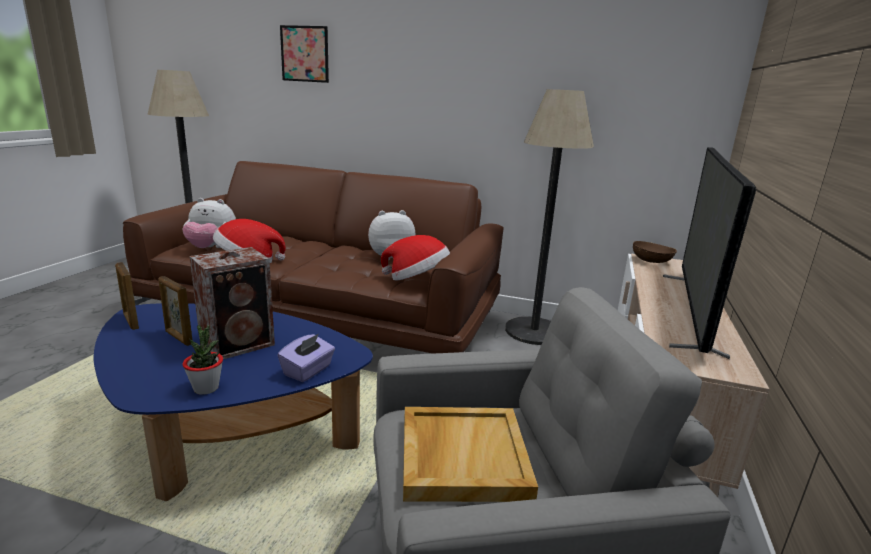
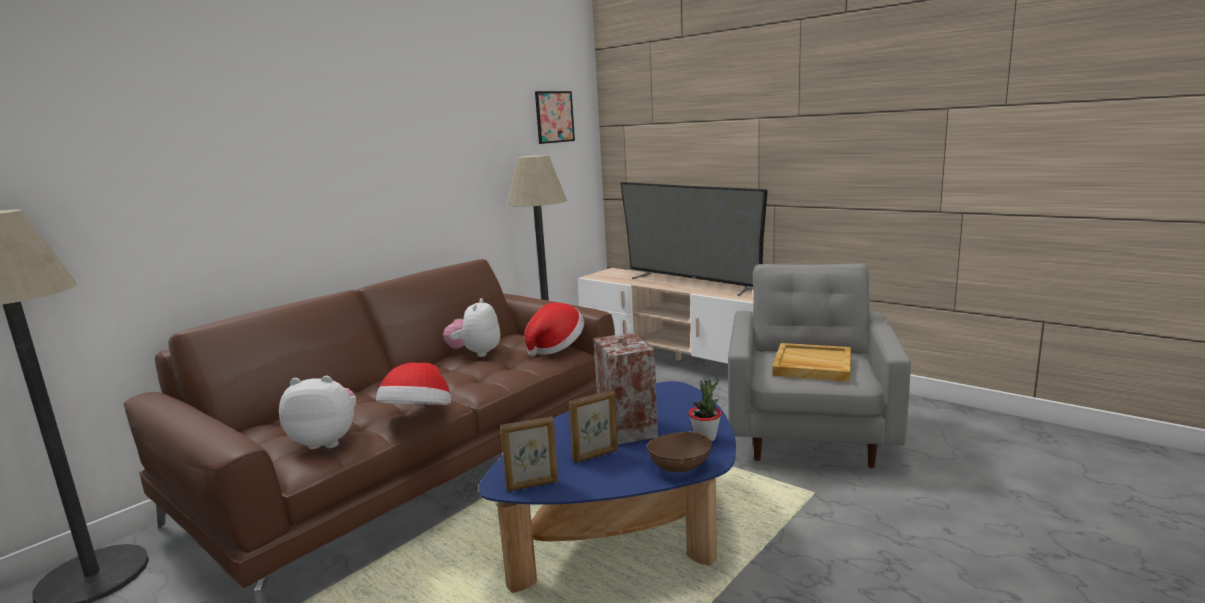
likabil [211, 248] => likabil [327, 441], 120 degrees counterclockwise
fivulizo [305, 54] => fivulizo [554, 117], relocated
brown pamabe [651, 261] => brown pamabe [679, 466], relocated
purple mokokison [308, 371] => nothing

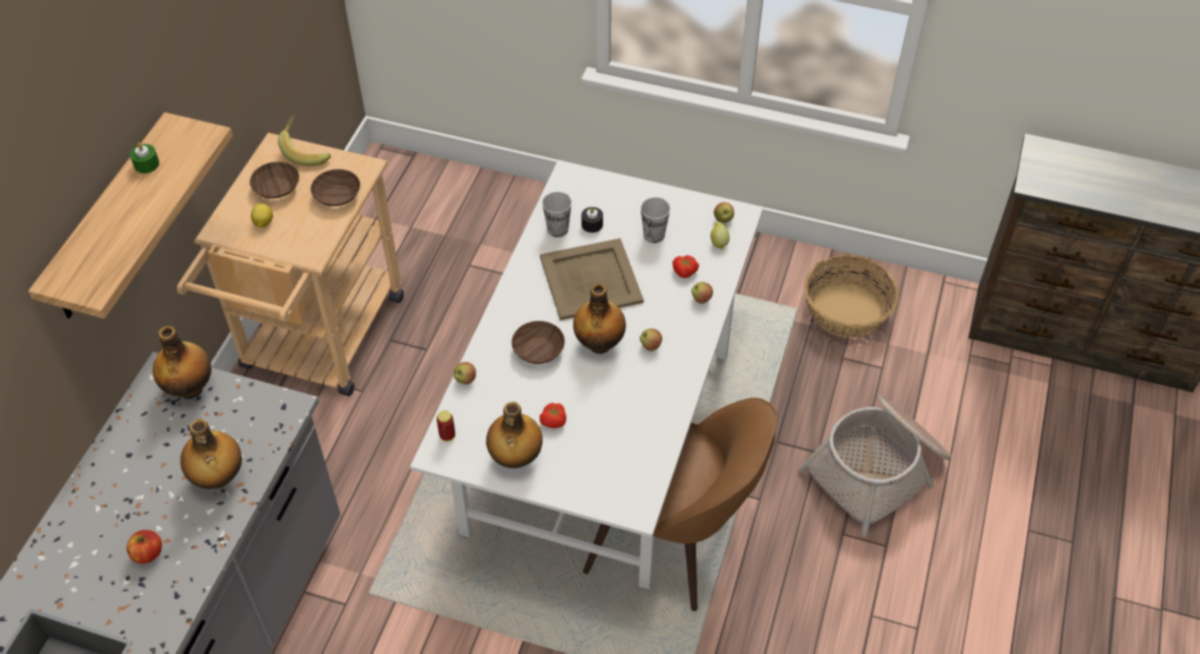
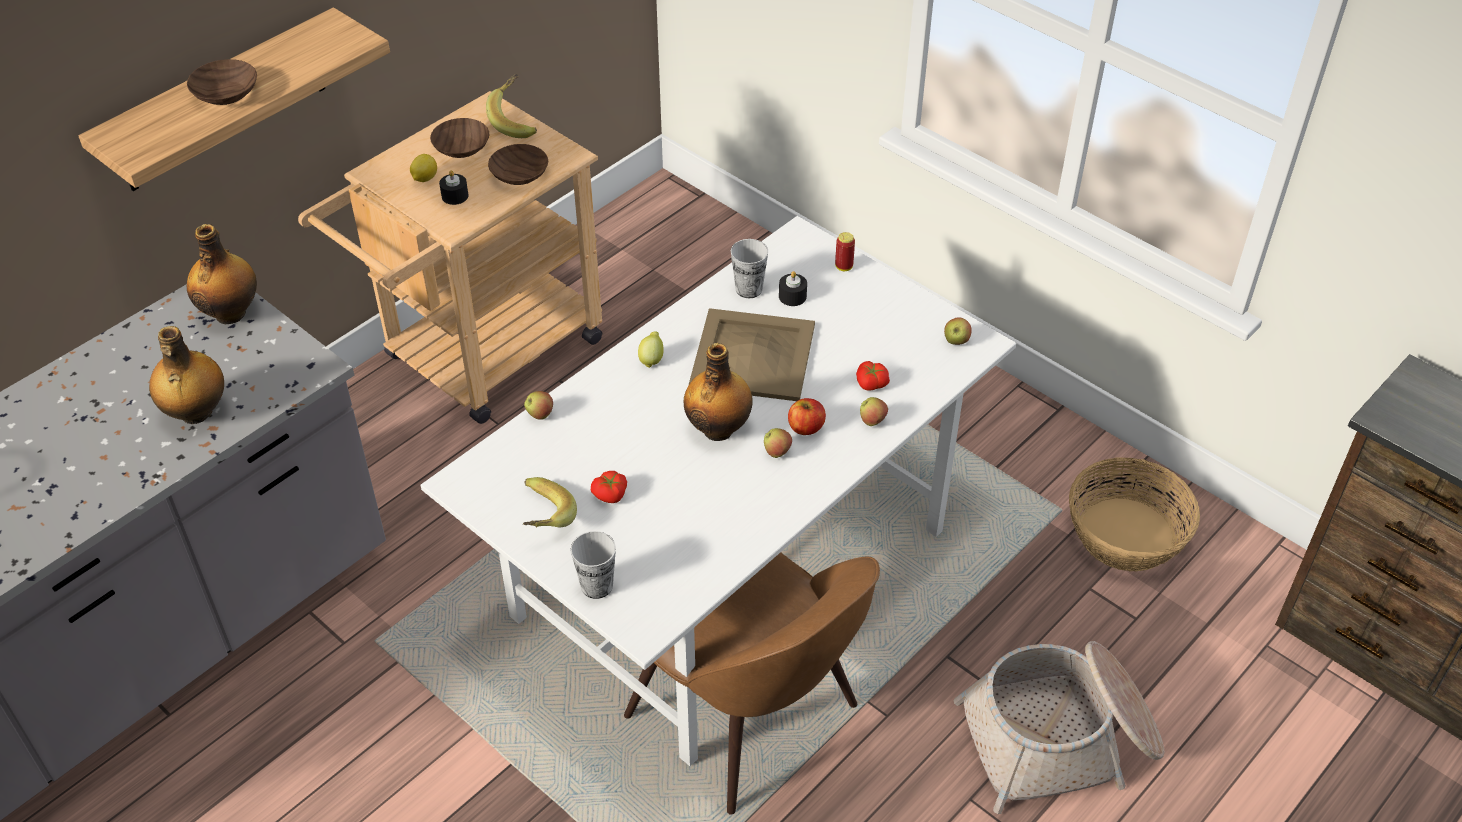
brown pamabe [539, 349] => brown pamabe [228, 93], relocated
nothing => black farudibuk [455, 196]
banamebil [515, 458] => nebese [540, 519]
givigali [654, 235] => givigali [596, 585], relocated
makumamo [719, 242] => makumamo [651, 359], relocated
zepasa [148, 553] => zepasa [806, 427], relocated
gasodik [447, 435] => gasodik [844, 267], relocated
green farudibuk [146, 164] => nothing

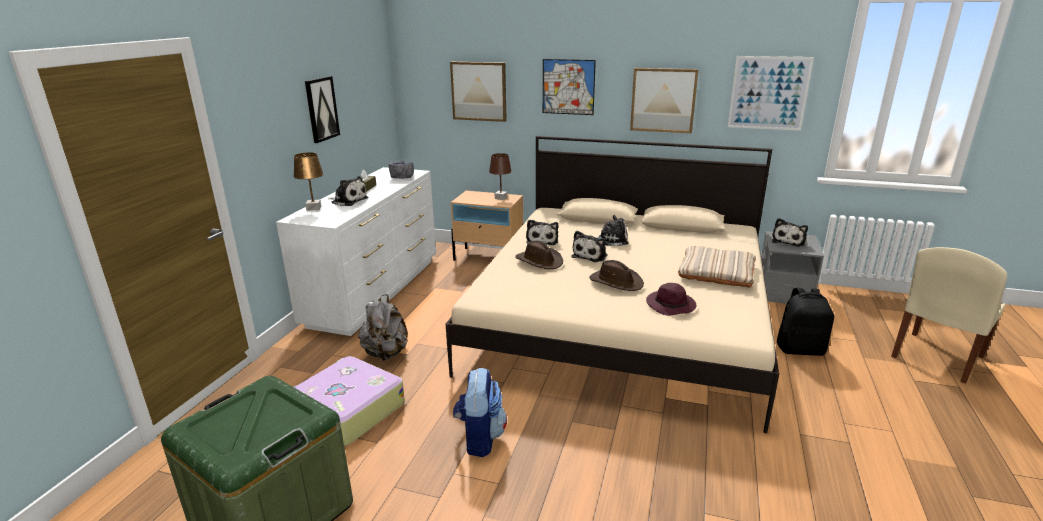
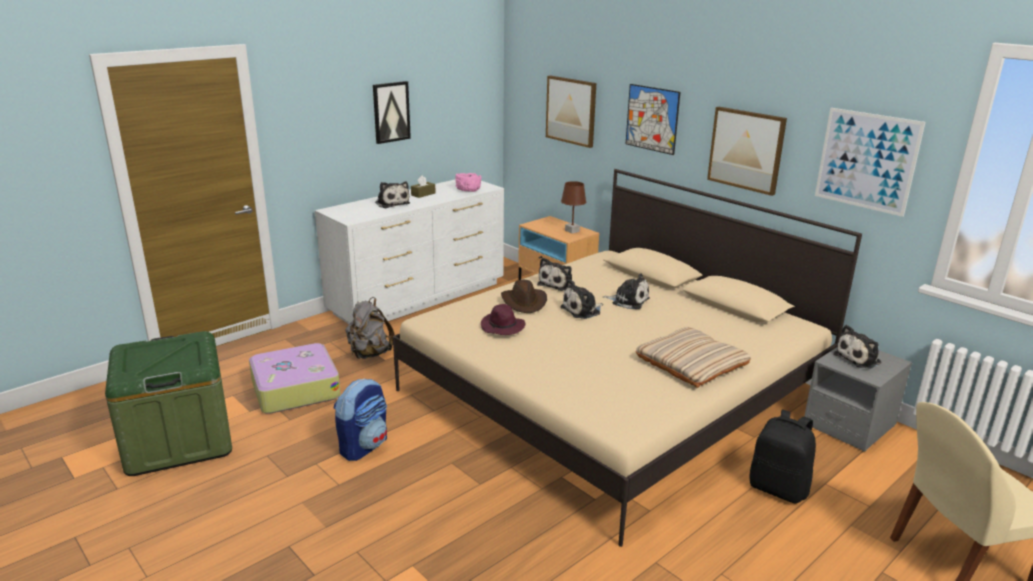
grey pamabe [402, 177] => pink pamabe [468, 190]
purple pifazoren [671, 306] => purple pifazoren [503, 327], relocated
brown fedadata [314, 208] => nothing
brown pifazoren [616, 282] => nothing

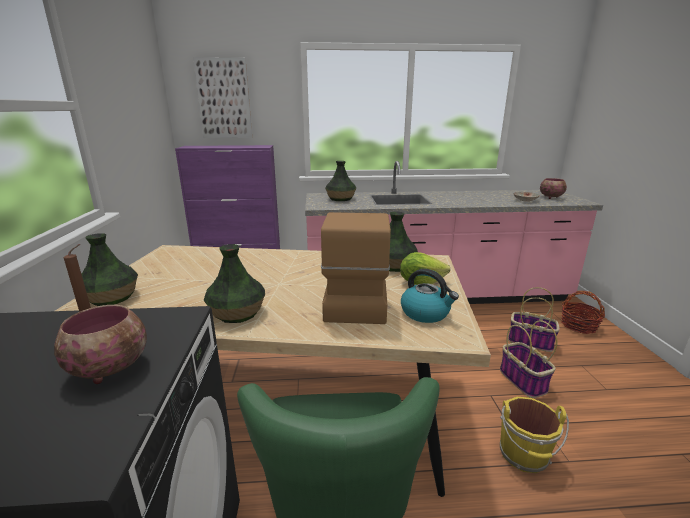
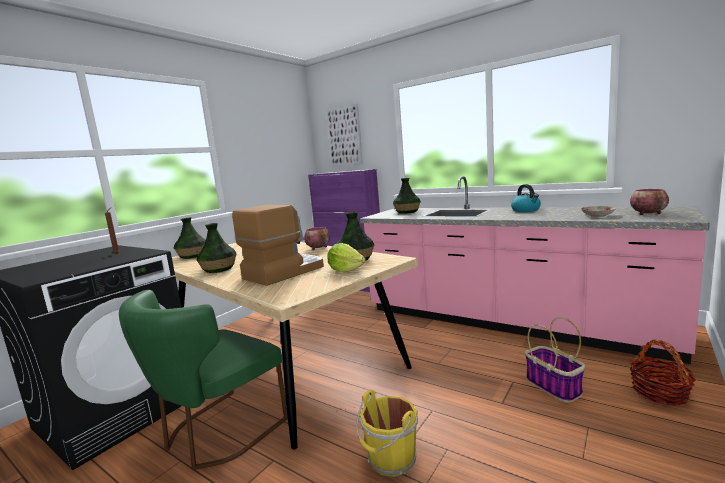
pamabe [112, 368] => pamabe [319, 248], relocated
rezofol [426, 313] => rezofol [526, 210], relocated
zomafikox [523, 381] => nothing

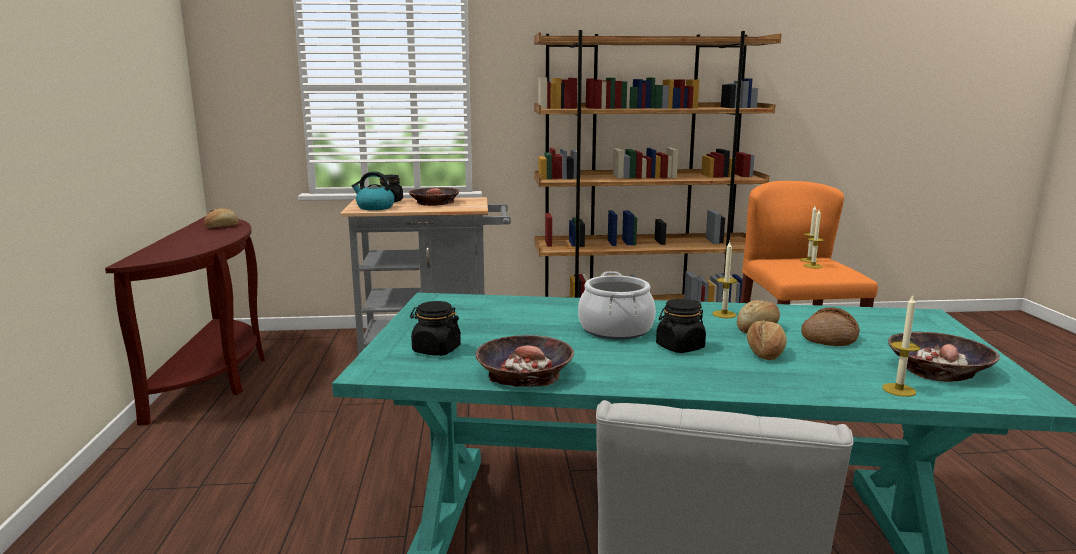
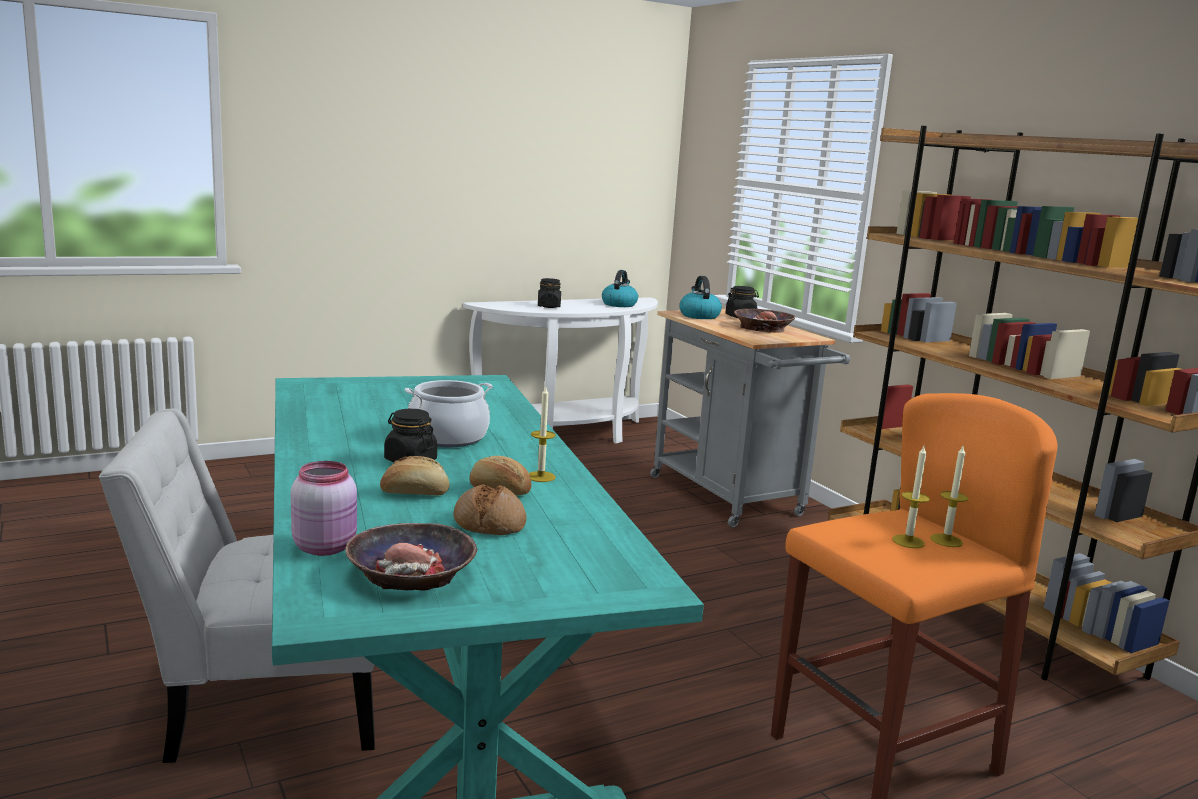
farudibuk [899, 390] => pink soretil [326, 547]
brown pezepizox [214, 377] => white pezepizox [567, 436]
black soretil [436, 350] => black soretil [549, 306], relocated
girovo [221, 226] => rezofol [619, 304]
pamabe [524, 372] => nothing

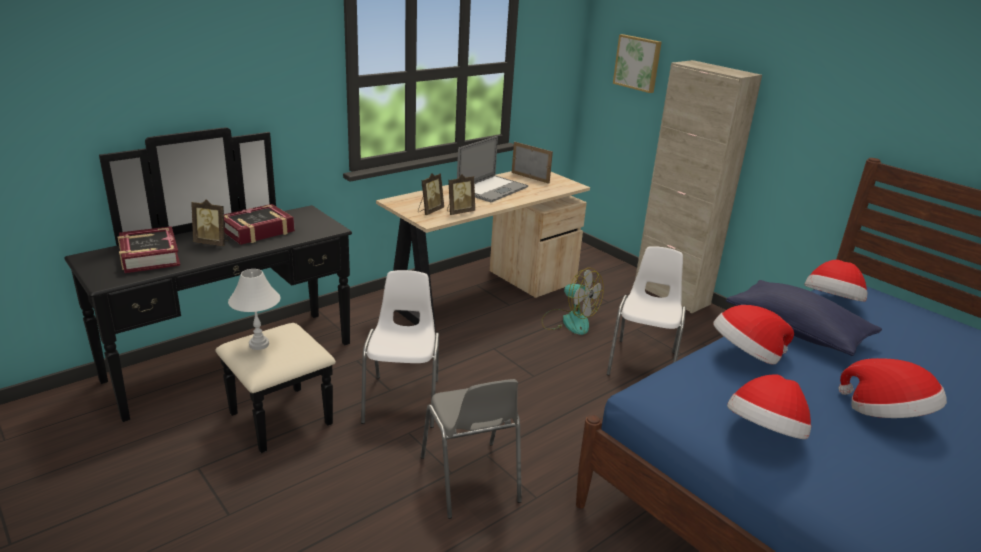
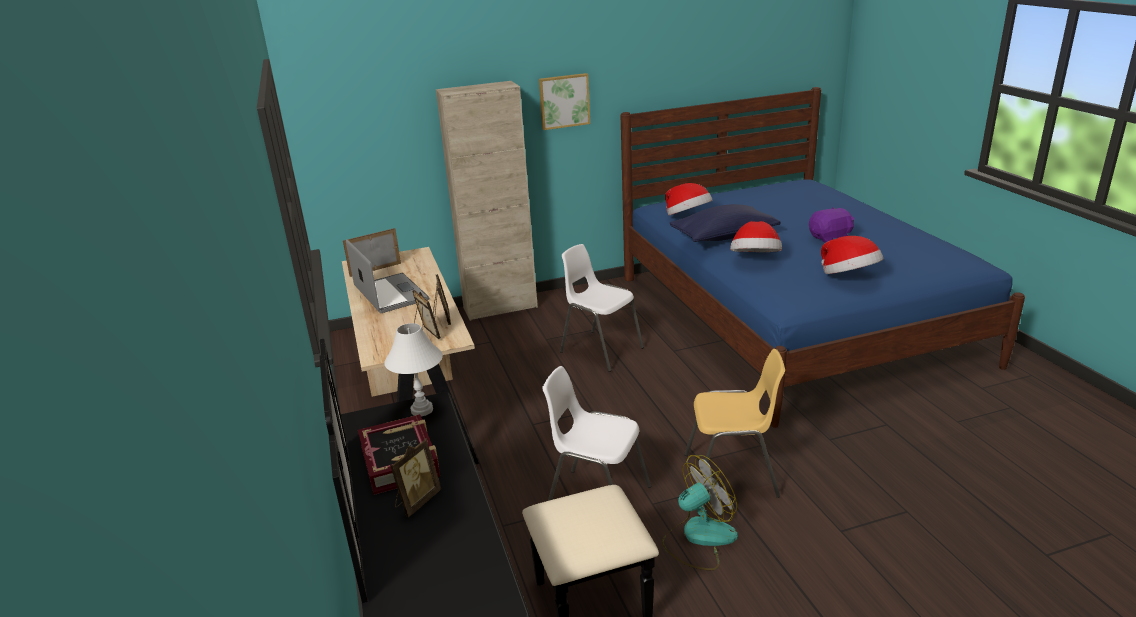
white fedadata [259, 344] => white fedadata [421, 410], relocated
fivulizo [638, 63] => fivulizo [564, 101], relocated
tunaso [569, 321] => tunaso [698, 538], relocated
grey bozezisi [470, 480] => yellow bozezisi [731, 476]
pifazoren [885, 415] => purple likabil [830, 239]
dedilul [149, 256] => nothing

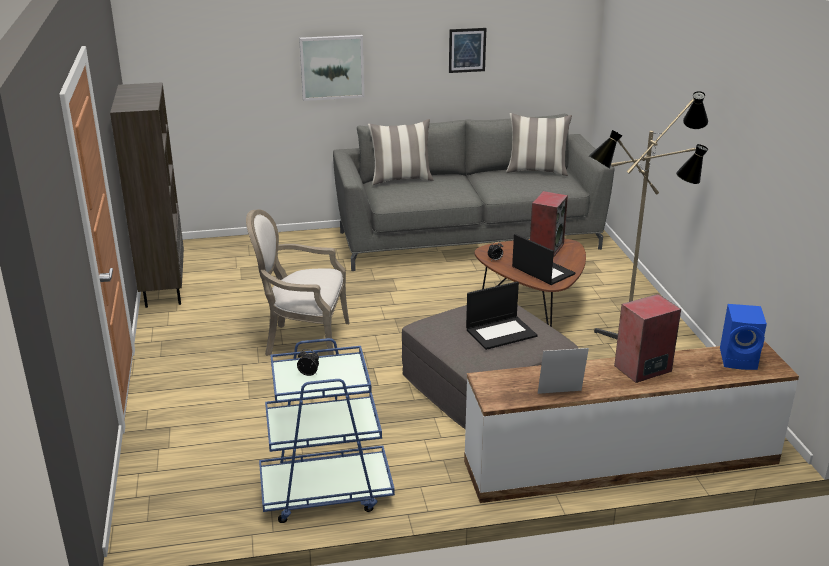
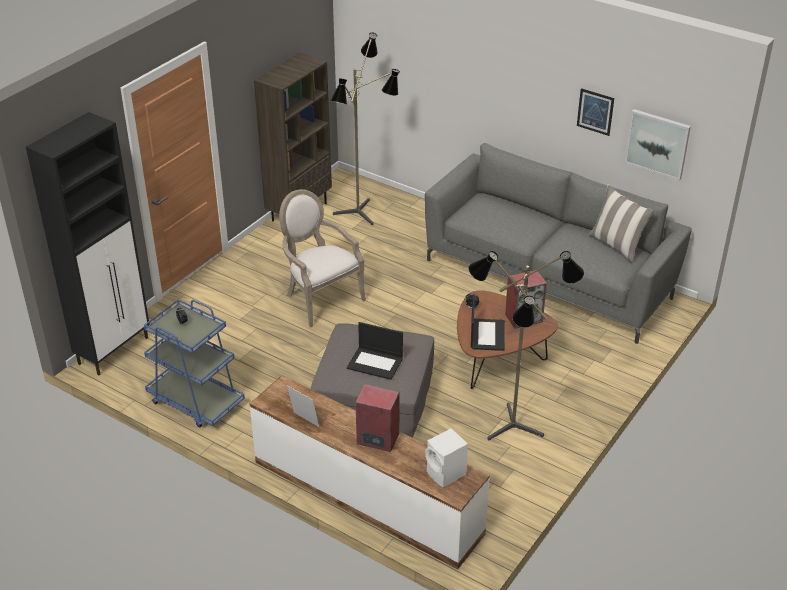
nothing => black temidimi [114, 350]
nothing => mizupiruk [363, 214]
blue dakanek [739, 359] => white dakanek [446, 474]
fivulizo [332, 67] => fivulizo [657, 144], relocated
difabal [401, 179] => nothing

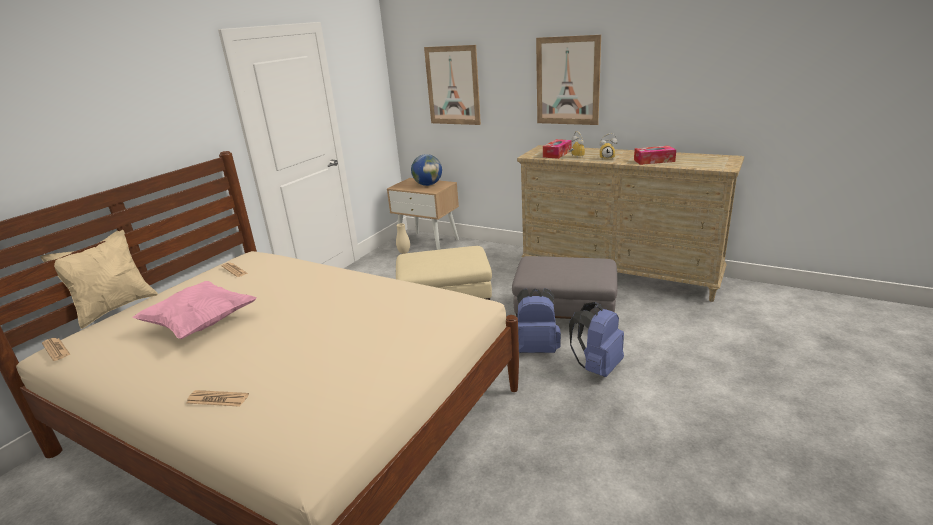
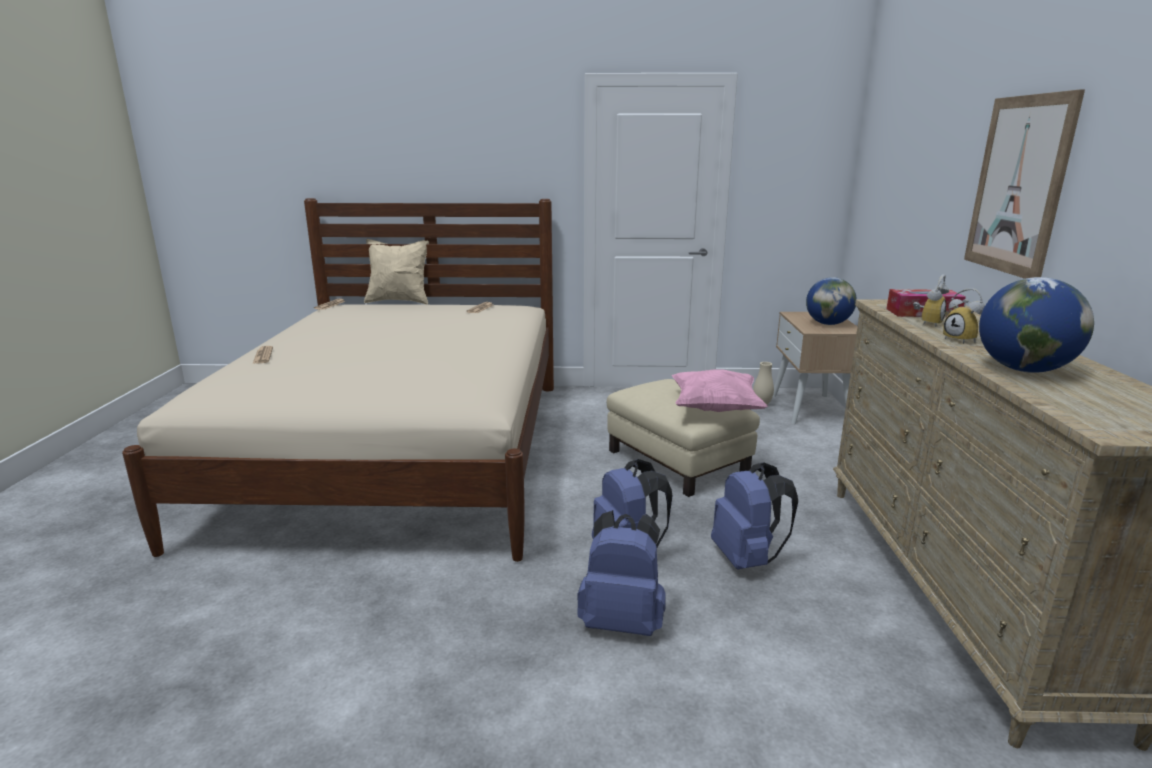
pink difabal [201, 324] => pink difabal [715, 408], relocated
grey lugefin [565, 313] => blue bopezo [747, 559]
mokokison [654, 161] => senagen [1023, 370]
fivulizo [453, 86] => nothing

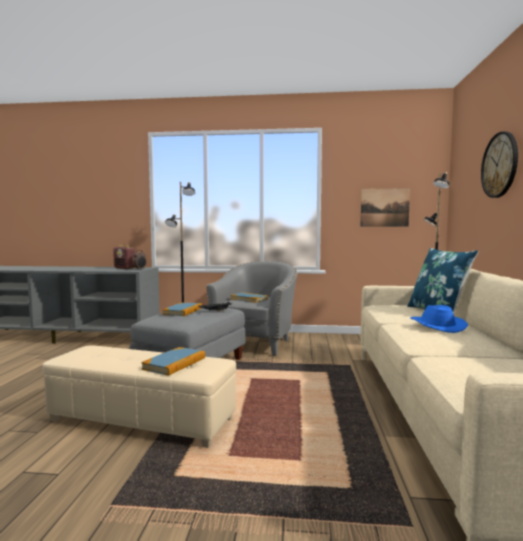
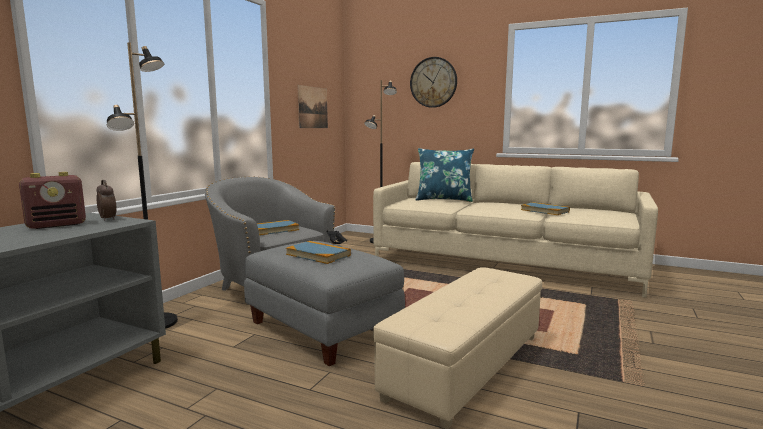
dedilul [174, 363] => dedilul [545, 211], relocated
blue pifazoren [436, 326] => nothing

